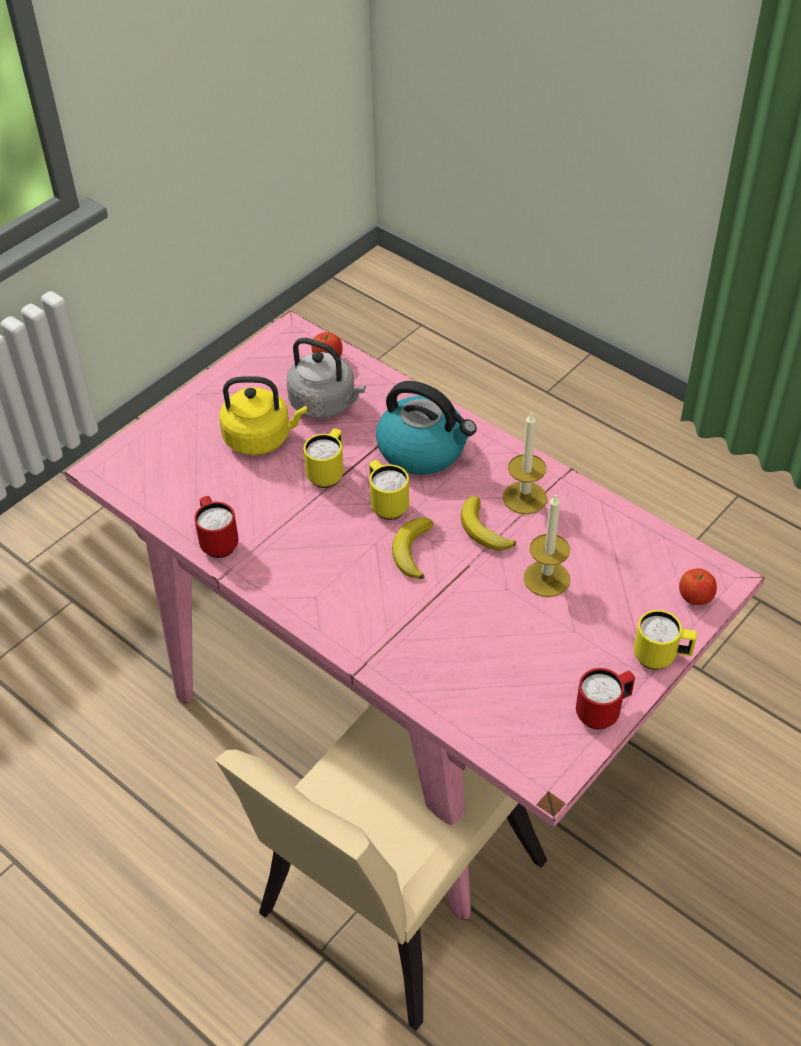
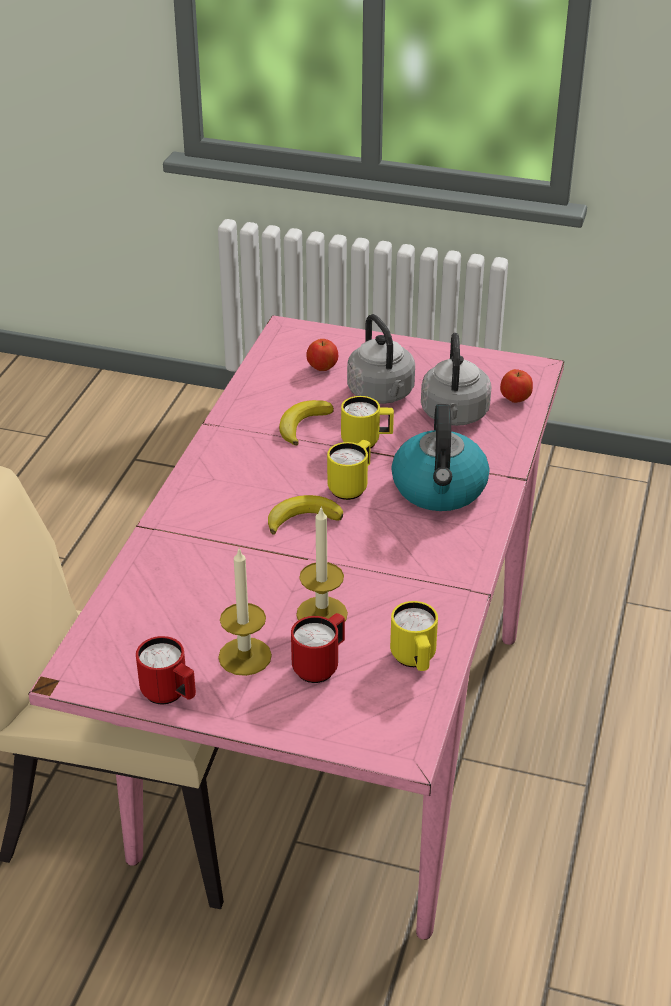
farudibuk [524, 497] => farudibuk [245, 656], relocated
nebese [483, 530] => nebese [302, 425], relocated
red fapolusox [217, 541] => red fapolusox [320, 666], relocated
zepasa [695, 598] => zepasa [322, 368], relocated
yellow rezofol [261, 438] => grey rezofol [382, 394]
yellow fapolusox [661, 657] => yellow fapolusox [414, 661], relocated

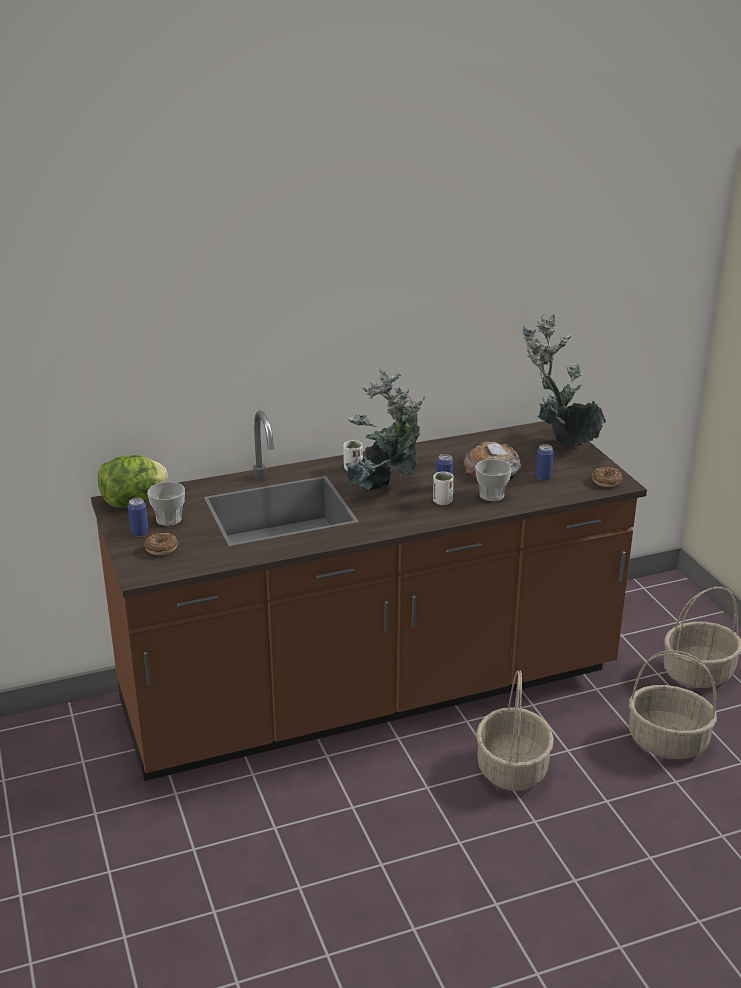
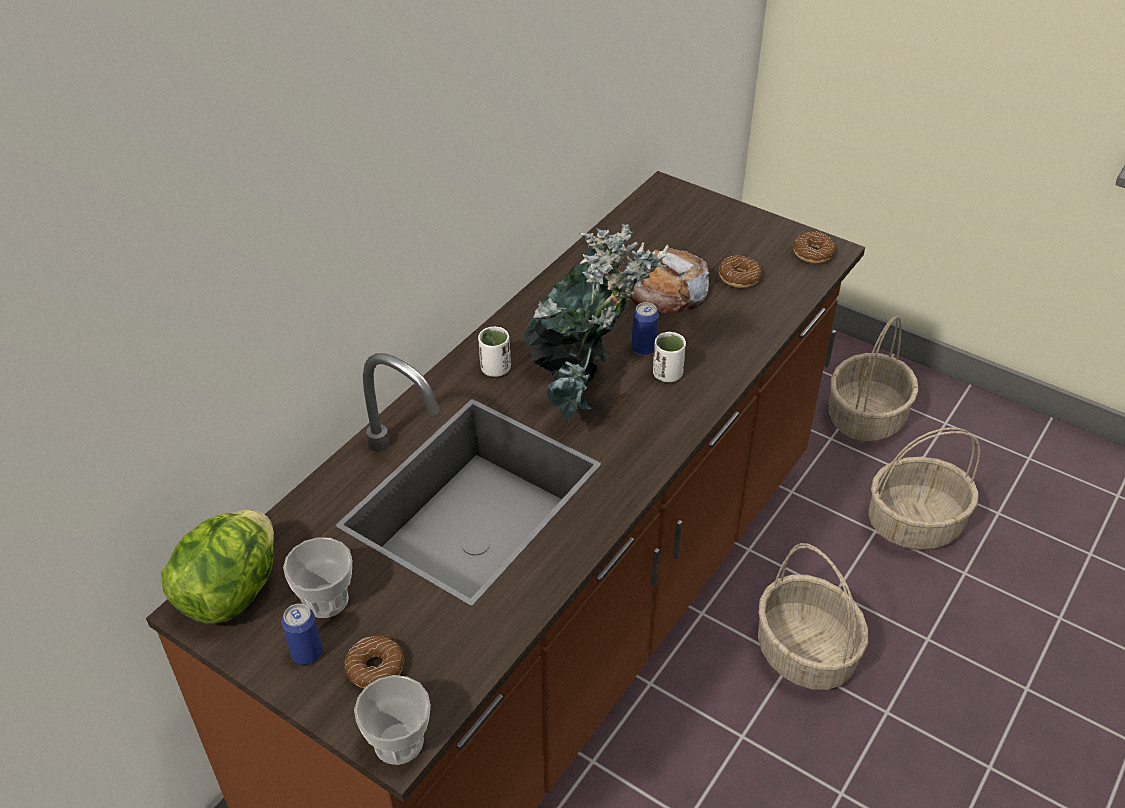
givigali [491, 495] => givigali [398, 742], relocated
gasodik [543, 477] => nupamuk [739, 278]
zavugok [560, 447] => nothing

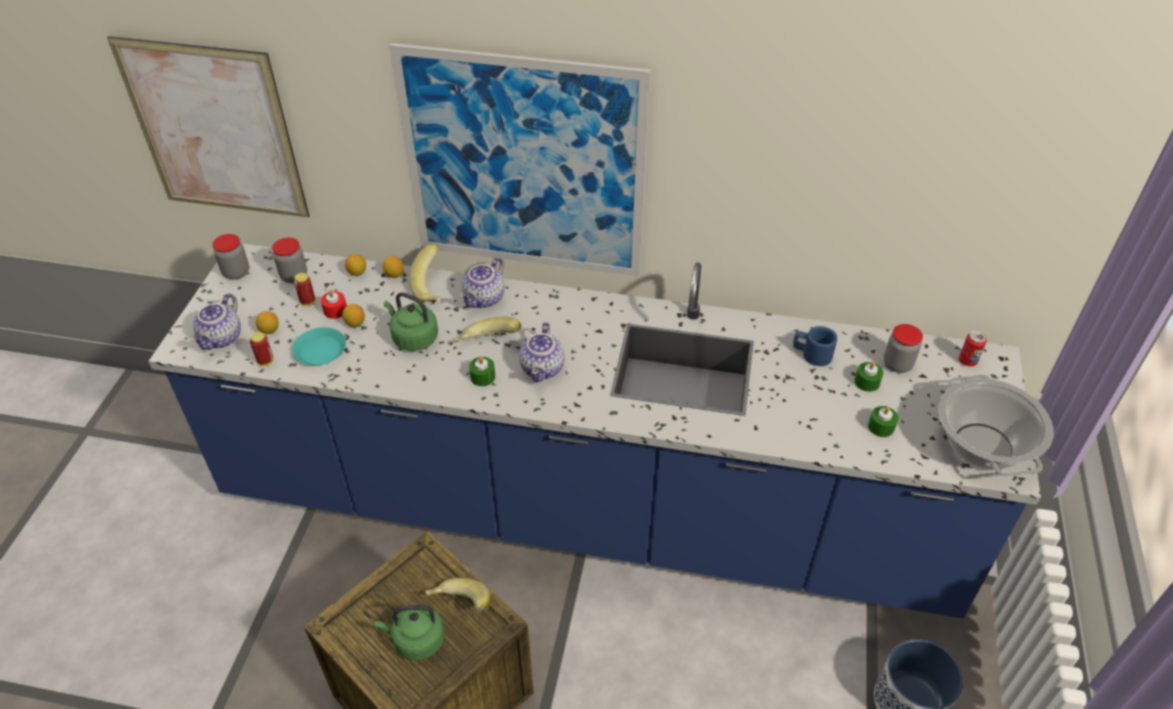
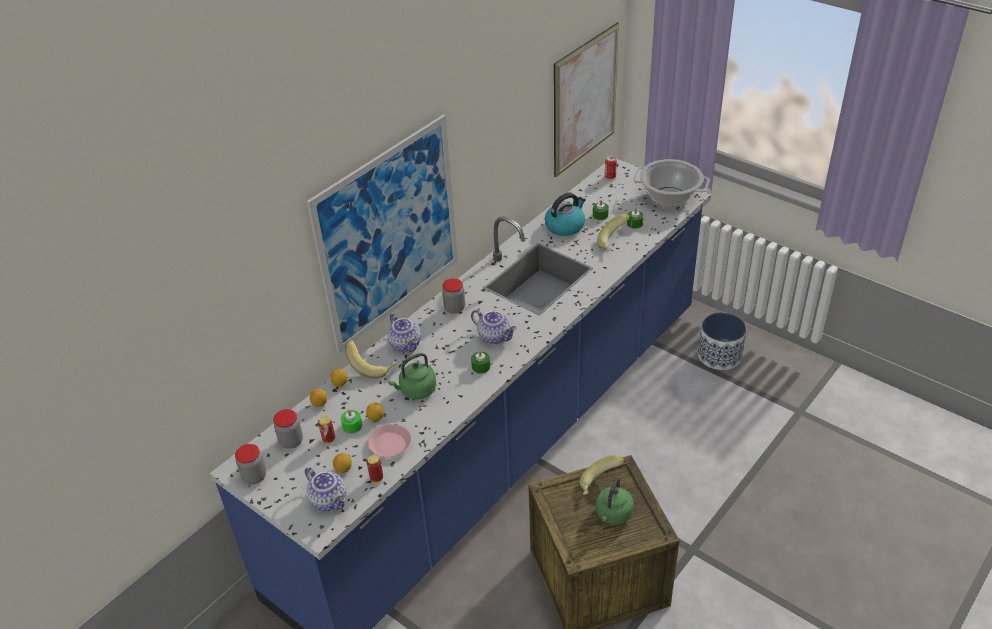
red farudibuk [335, 310] => green farudibuk [352, 426]
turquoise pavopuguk [320, 351] => pink pavopuguk [390, 444]
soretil [897, 364] => soretil [454, 308], relocated
blue fapolusox [811, 354] => rezofol [565, 226]
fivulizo [214, 131] => fivulizo [585, 100], relocated
nebese [488, 344] => nebese [614, 243], relocated

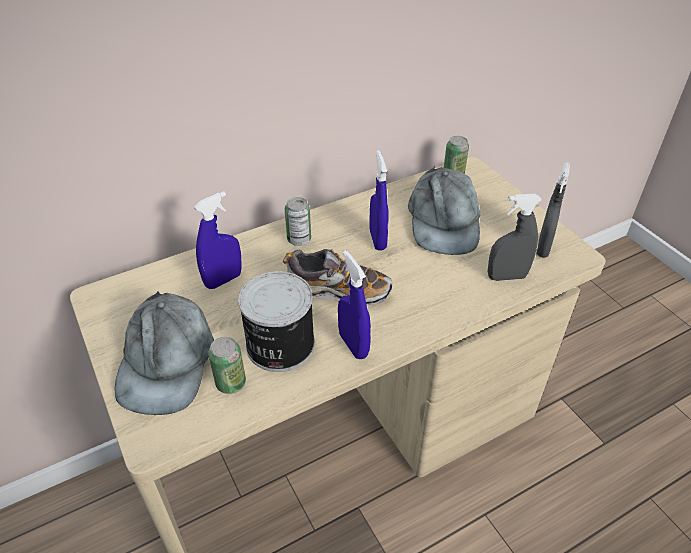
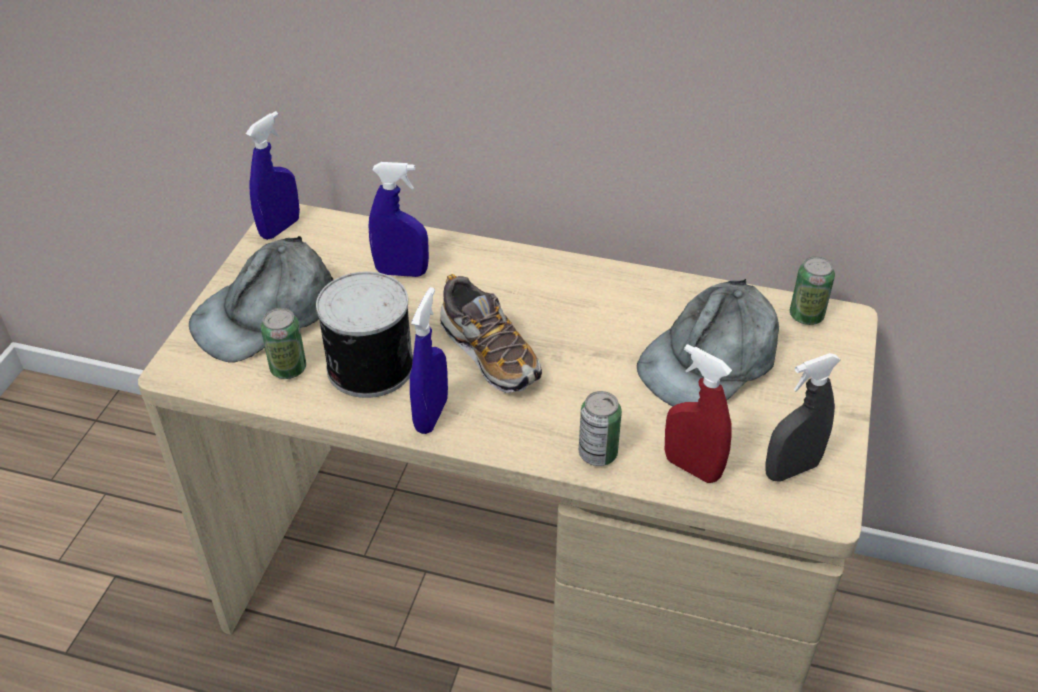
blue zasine [377, 240] => blue zasine [280, 228], relocated
gasodik [299, 239] => gasodik [597, 454], relocated
grey zasine [506, 277] => red zasine [692, 468]

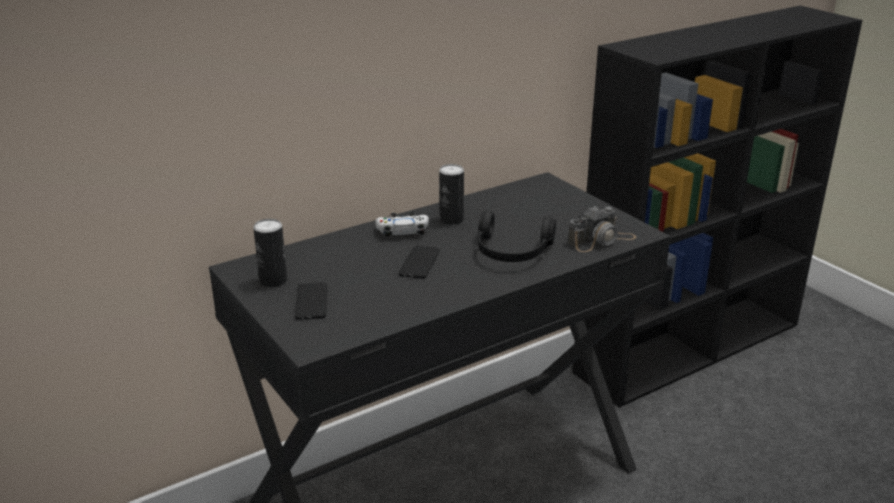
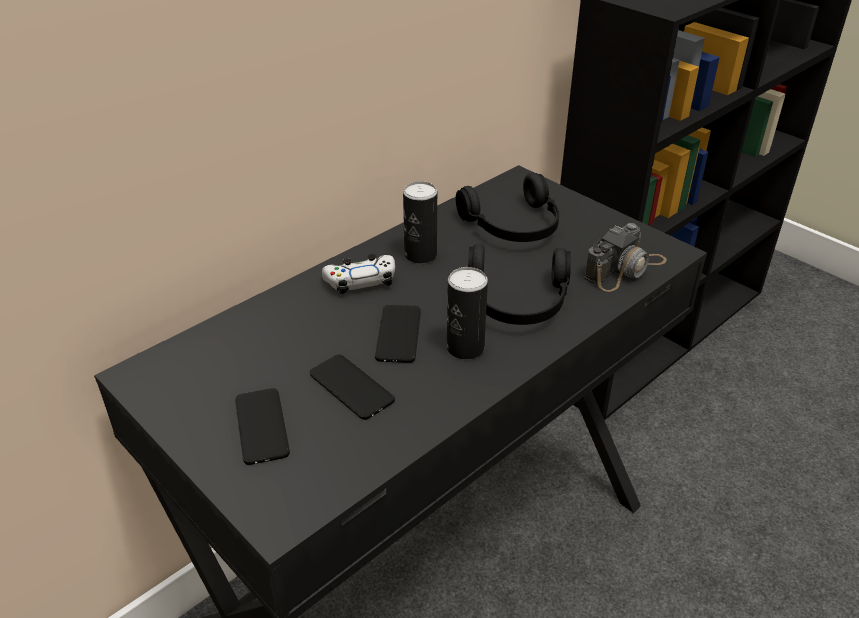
nothing => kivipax [351, 387]
gasodik [273, 281] => gasodik [465, 348], relocated
nothing => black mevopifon [514, 226]

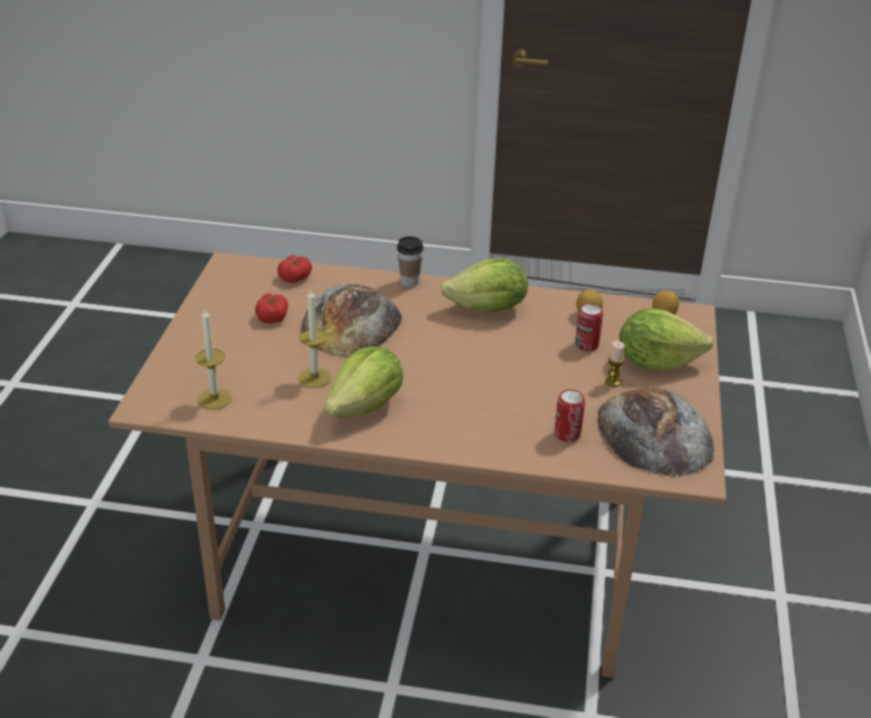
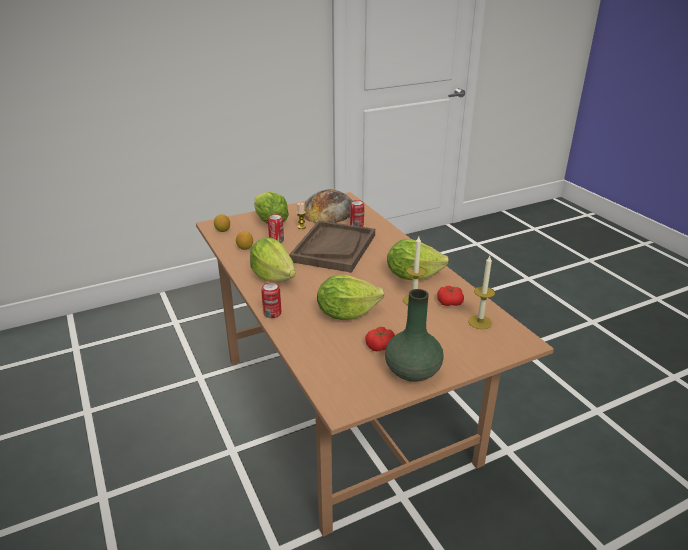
givigali [409, 281] => gasodik [272, 313]
nothing => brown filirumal [333, 248]
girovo [351, 322] => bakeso [346, 313]
nothing => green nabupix [412, 372]
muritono [295, 277] => muritono [449, 302], relocated

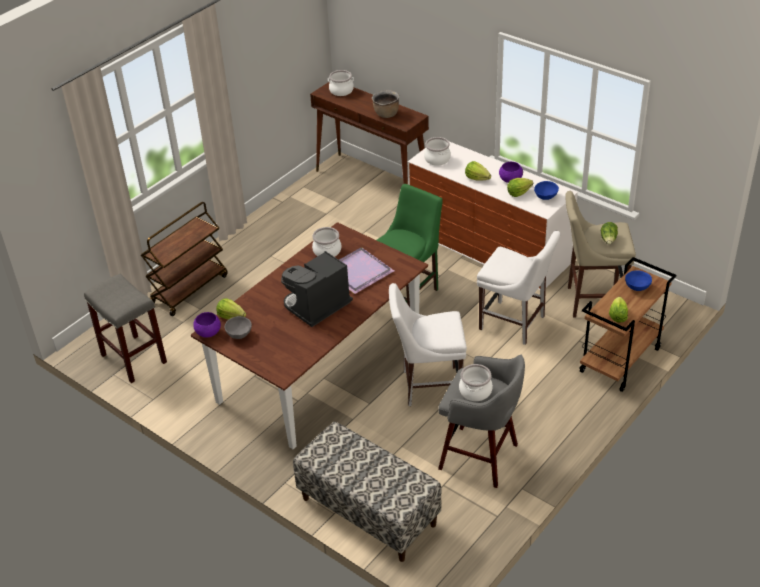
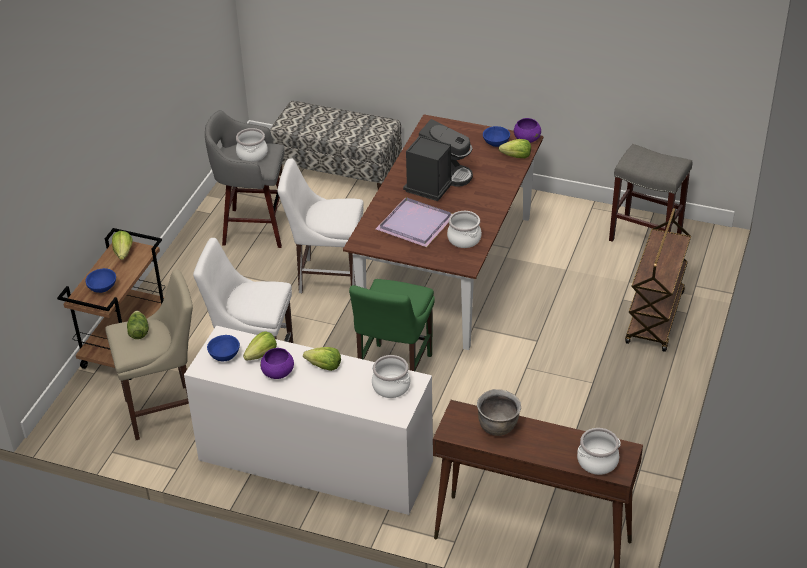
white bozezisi [428, 385] => white bozezisi [327, 276], 150 degrees counterclockwise
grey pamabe [239, 334] => blue pamabe [495, 144]

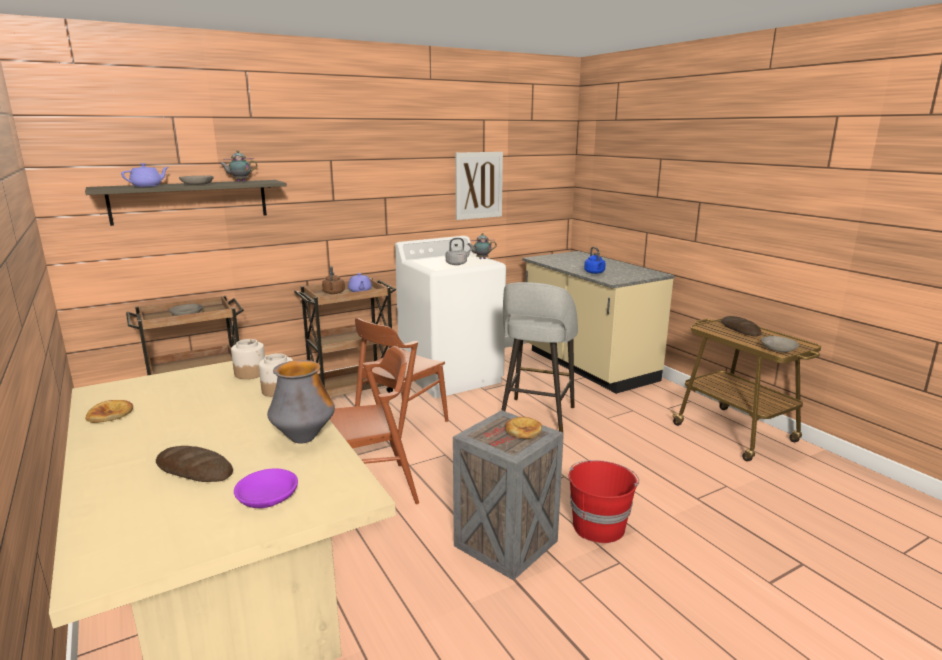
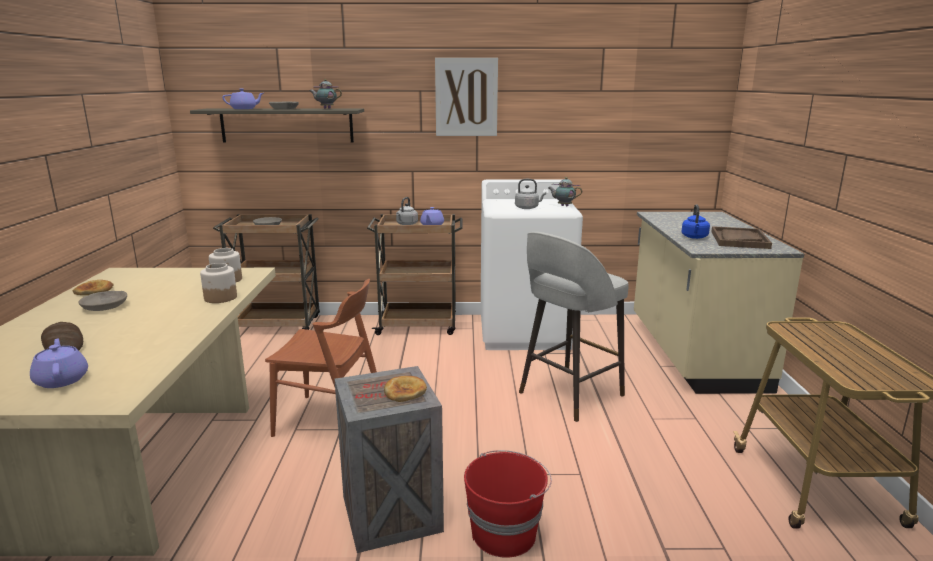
purple pamabe [266, 497] => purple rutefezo [62, 379]
grey pamabe [778, 349] => grey pamabe [105, 306], relocated
brown rezofol [333, 293] => grey rezofol [406, 224]
fivulizo [478, 185] => fivulizo [466, 97], relocated
nothing => brown filirumal [739, 239]
nabupix [304, 438] => nothing
brown bozezisi [400, 424] => nothing
girovo [740, 329] => nothing

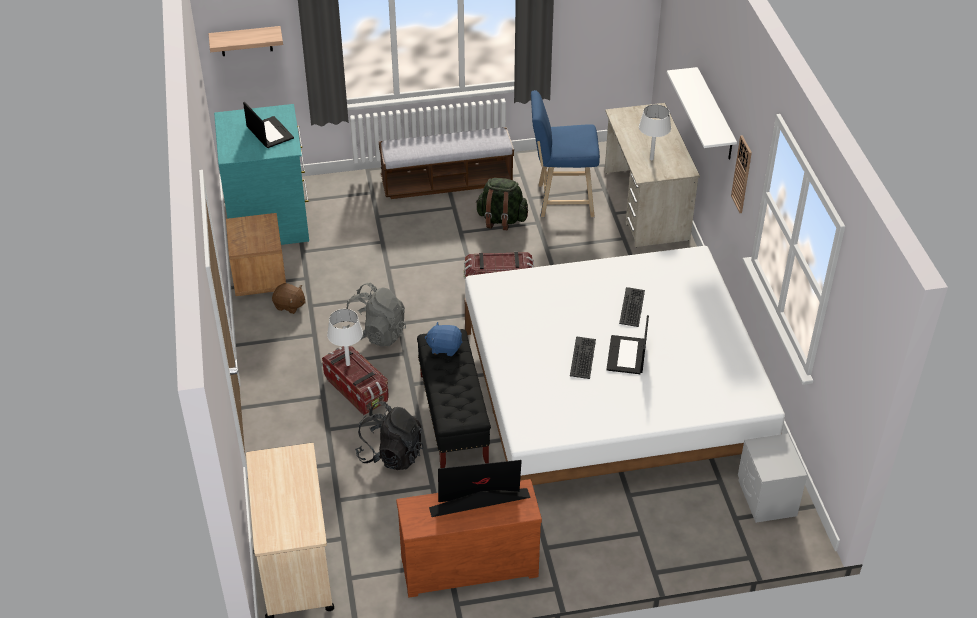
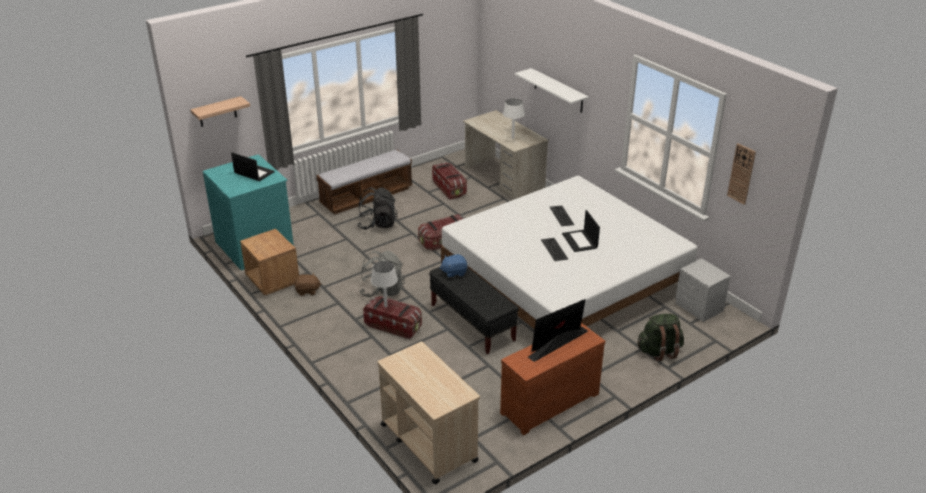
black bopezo [391, 454] => black bopezo [377, 224], relocated
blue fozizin [561, 201] => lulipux [449, 188]
green bopezo [501, 220] => green bopezo [659, 351], relocated
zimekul [742, 174] => zimekul [741, 174], relocated

